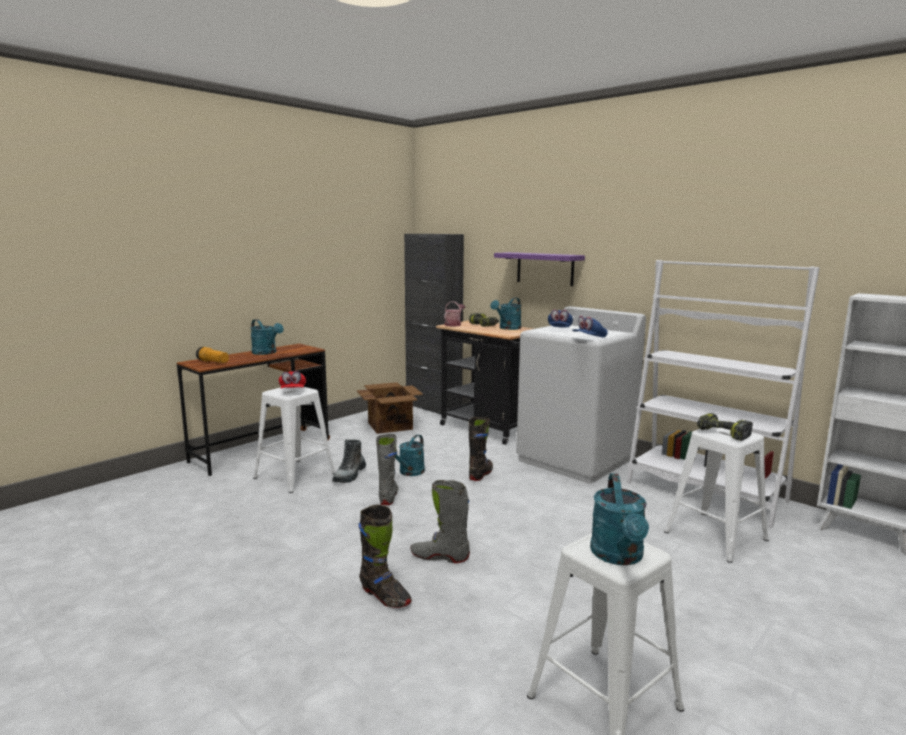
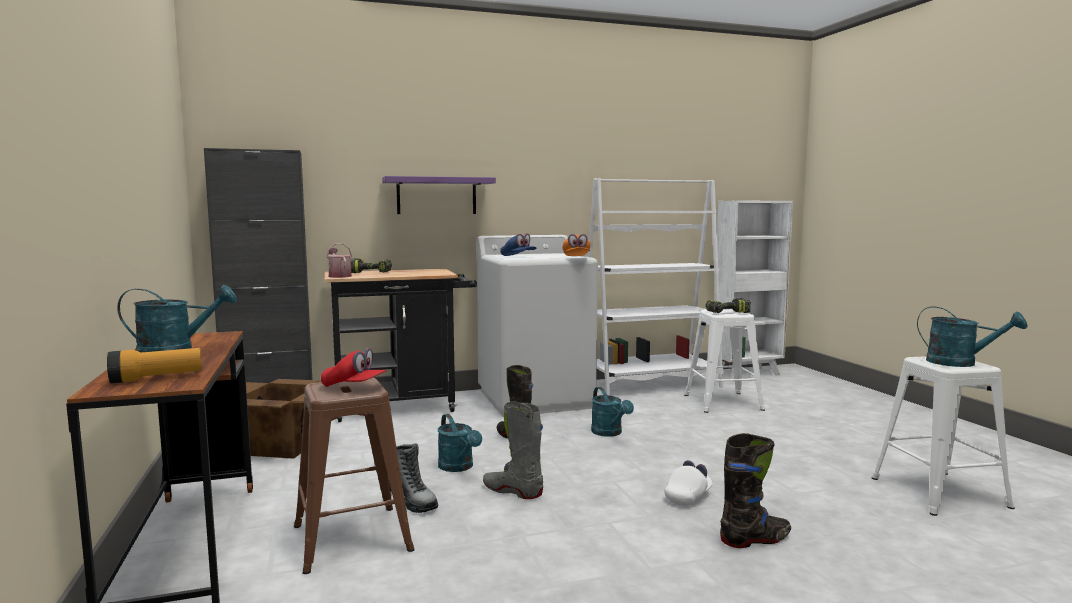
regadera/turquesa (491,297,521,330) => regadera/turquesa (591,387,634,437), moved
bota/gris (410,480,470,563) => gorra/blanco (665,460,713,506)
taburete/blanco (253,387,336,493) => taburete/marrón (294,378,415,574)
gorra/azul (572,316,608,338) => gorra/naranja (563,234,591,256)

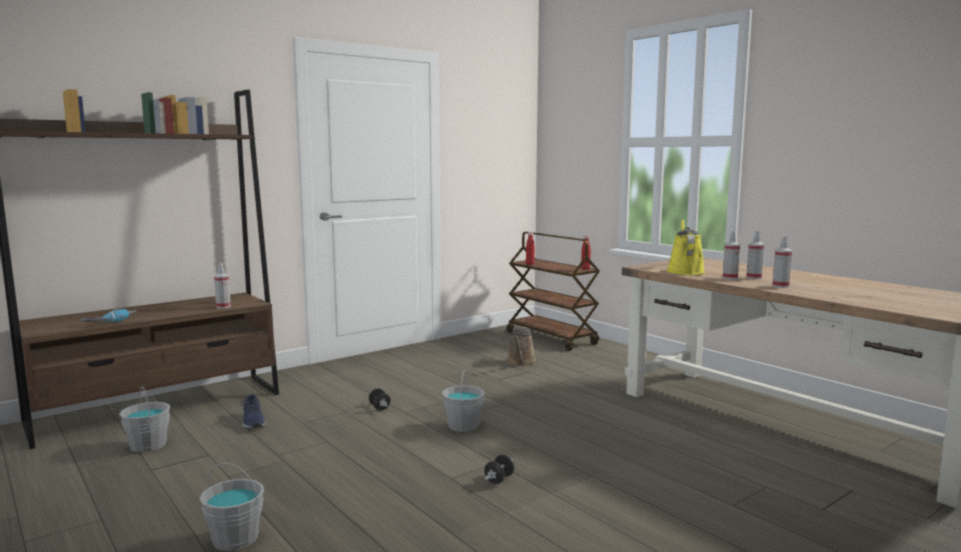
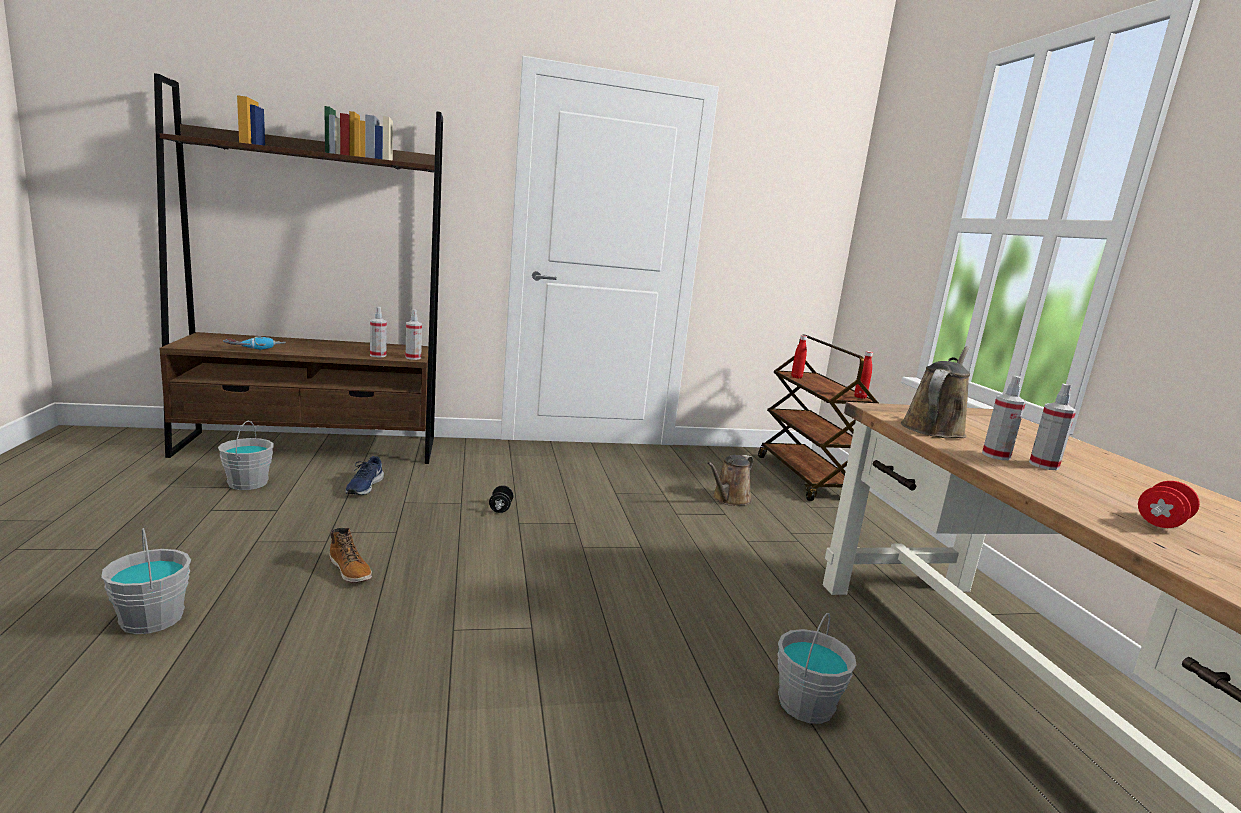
mancuerna/negro (484,455,514,484) => nothing
nothing => bota (329,528,372,583)
nothing => mancuerna/rojo (1138,481,1200,528)
cubo/gris (442,370,485,432) => cubo/gris (777,613,857,724), moved
pulverizador (772,236,792,288) => pulverizador (405,310,422,360), moved
regadera/amarillo (666,220,705,275) => regadera/marrón (901,346,970,439)

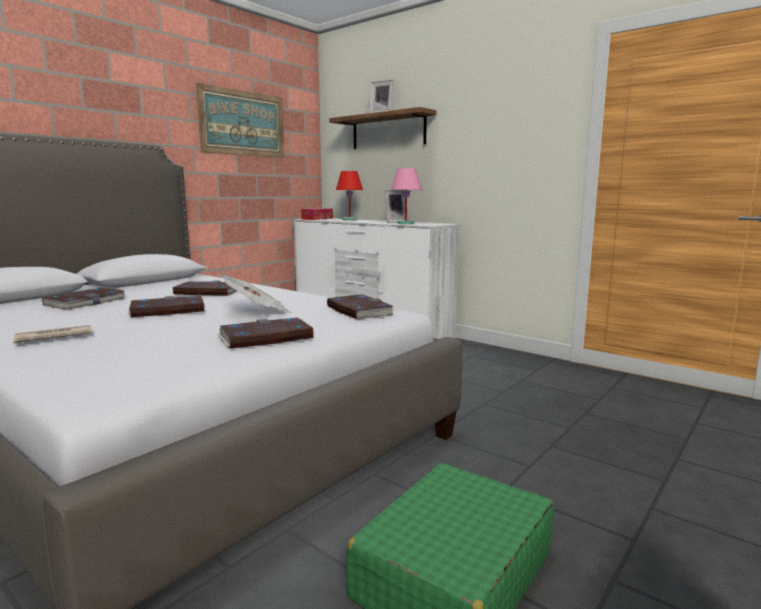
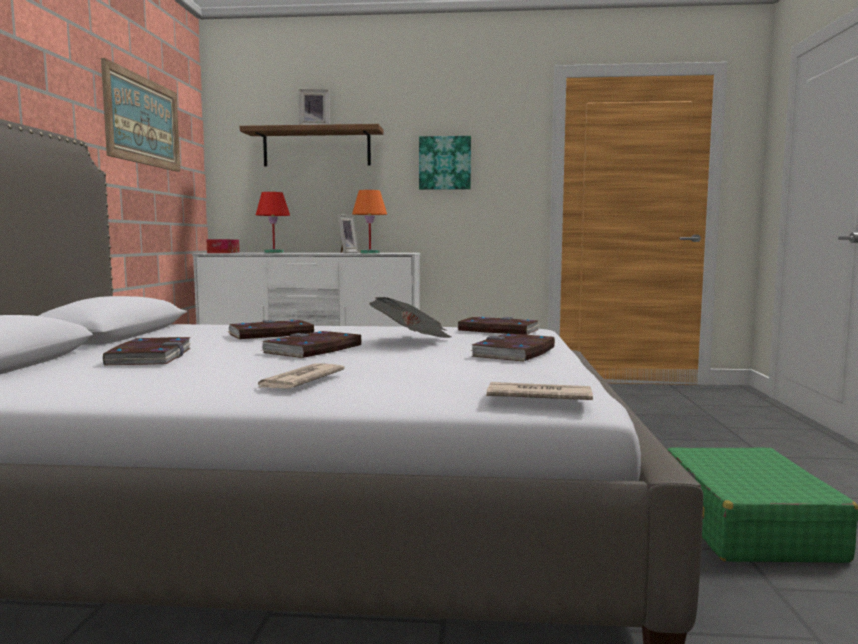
nothing => cuadro (419,136,471,190)
nothing => periódico (486,382,593,400)
lámpara de mesa/rosa (391,168,422,224) => lámpara de mesa/naranja (352,190,387,253)

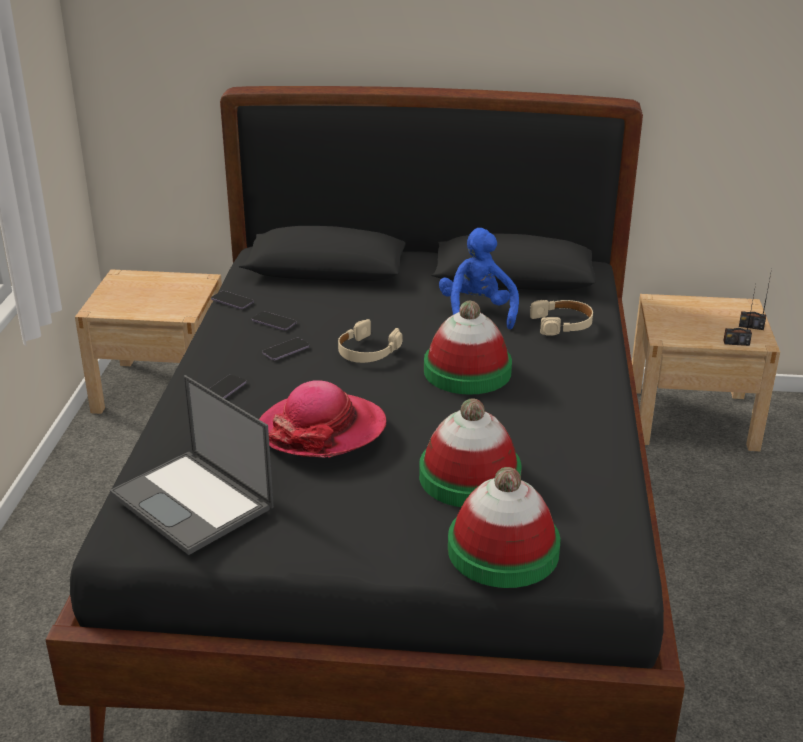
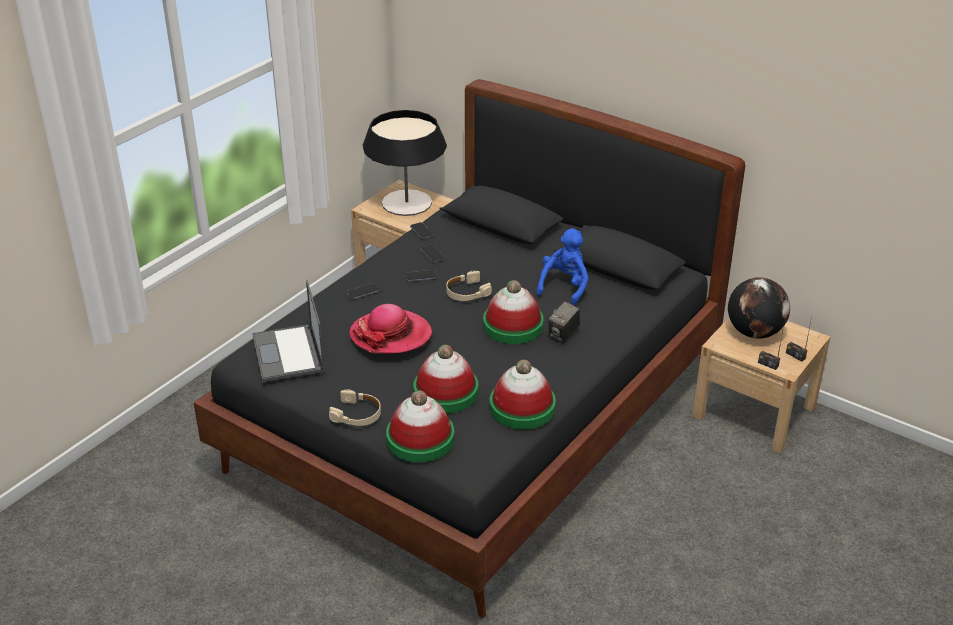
nothing => lámpara de mesa (363,110,447,216)
nothing => sombrero (490,360,556,429)
nothing => cámara (549,301,580,343)
nothing => globo terráqueo (728,277,790,339)
auriculares/beis (530,300,593,336) => auriculares/beis (329,389,381,426), moved

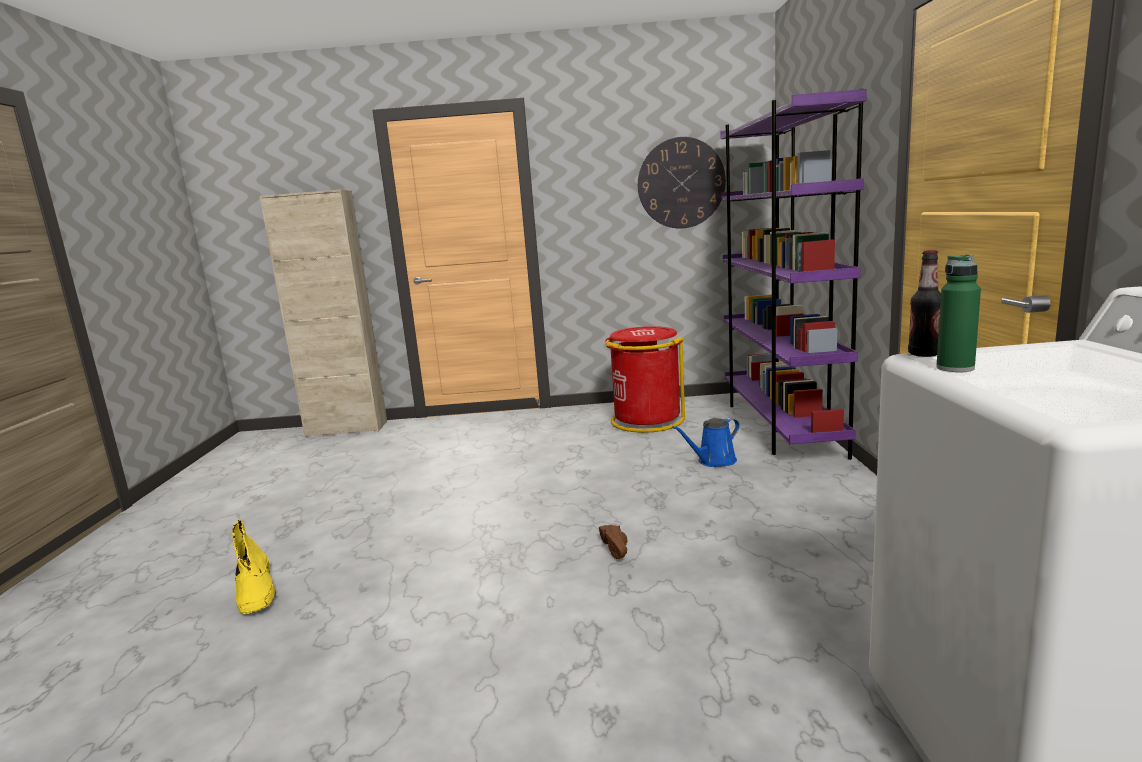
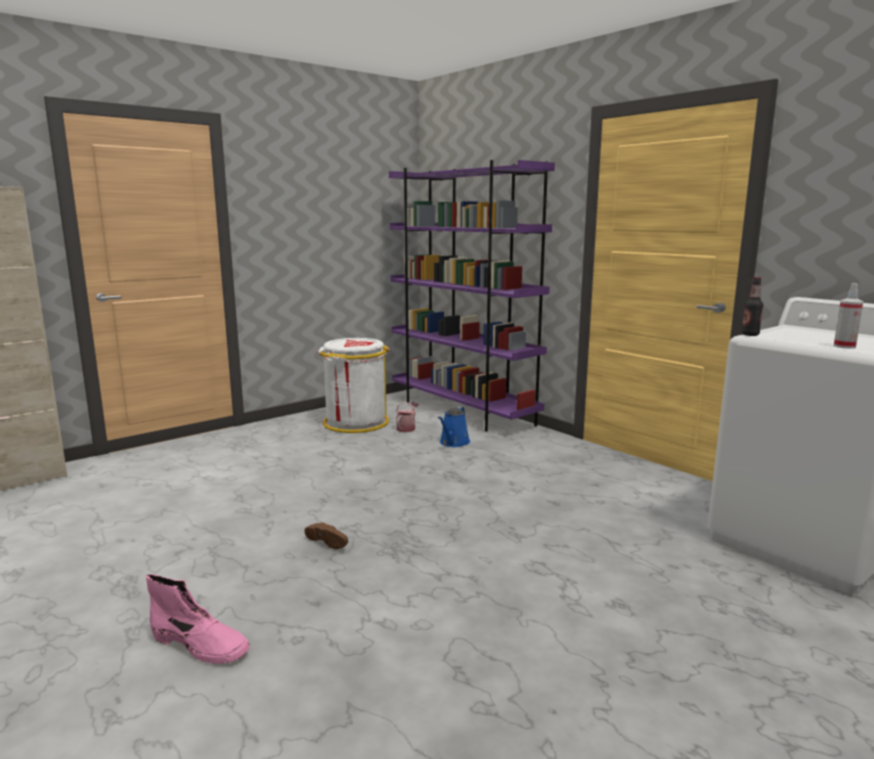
reloj de pared (638,137,726,229) => nothing
botella/verde (936,255,981,372) => nothing
nothing => regadera (396,402,419,432)
nothing => pulverizador (834,283,864,349)
zapato/marrón (599,525,627,559) => zapato/marrón (305,522,348,549), moved
bota/amarillo (232,520,276,614) => bota/rosa (146,574,250,664)
papelera/rojo (605,326,685,433) => papelera/blanco (318,338,389,433)

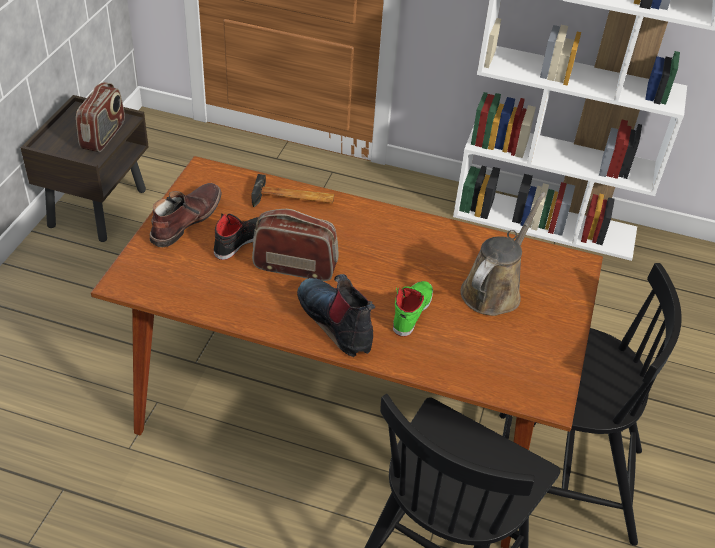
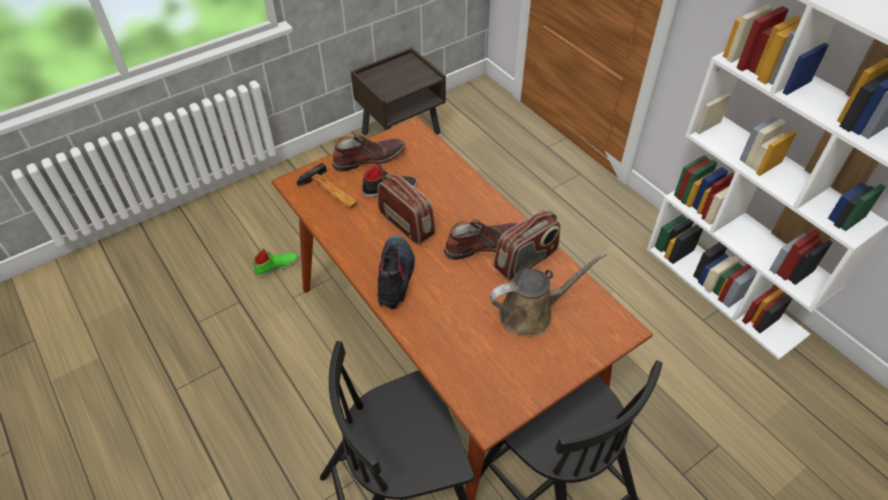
nothing => bota/marrón (444,219,519,260)
radio (76,82,125,152) => radio (494,210,560,281), moved
martillo (251,174,334,207) => martillo (297,163,358,208), moved
zapato/verde (393,281,433,336) => zapato/verde (253,248,298,277), moved

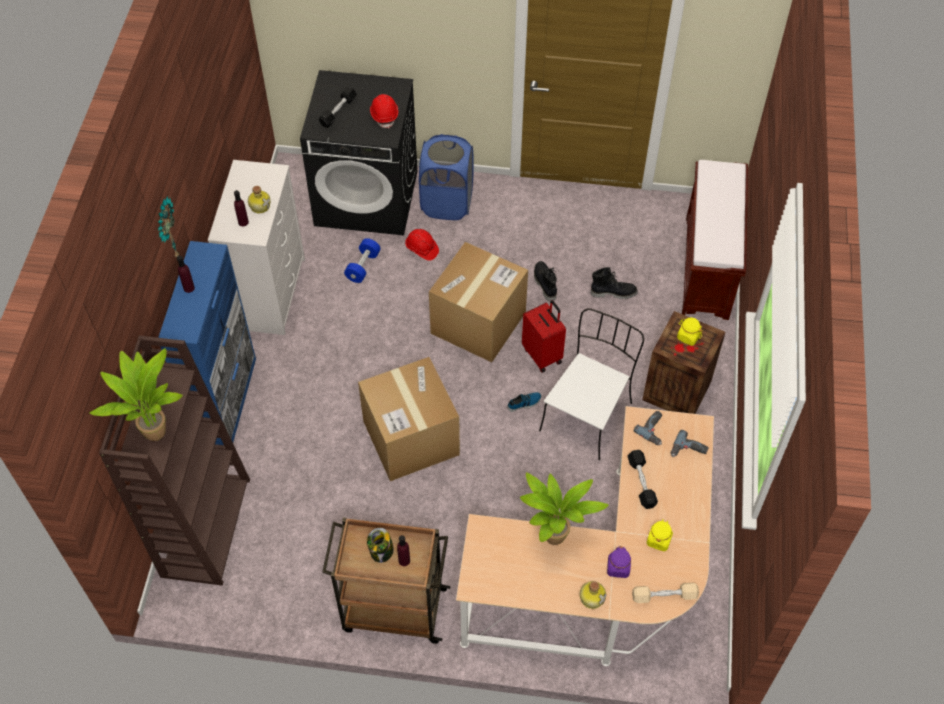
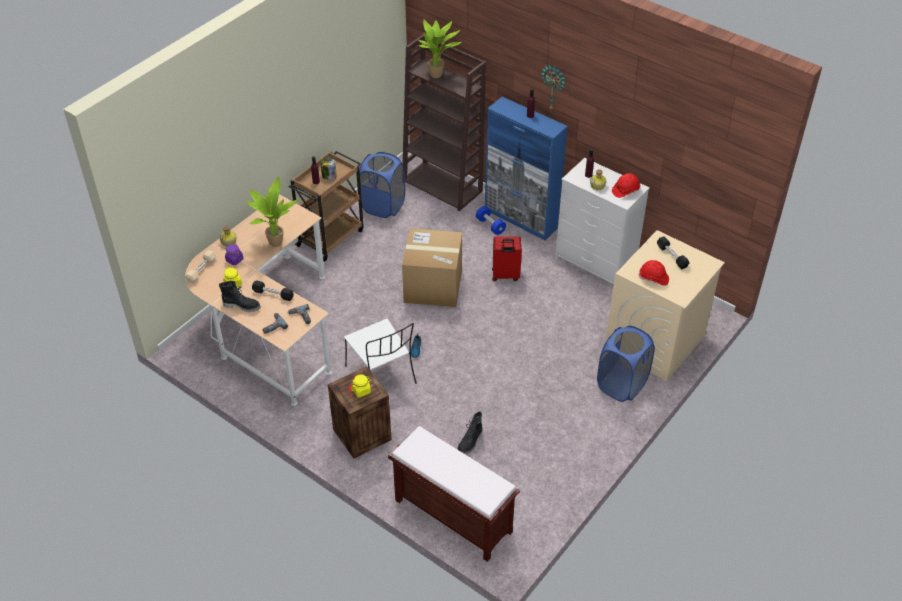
caja de cartón (429,242,528,362) => nothing
nothing => cesto de la ropa/azul (359,152,405,218)
mancuerna/azul (344,238,381,283) => mancuerna/azul (476,206,506,235), moved
casco/rojo (405,229,439,261) => casco/rojo (612,173,640,198), moved
maleta/rojo (522,300,566,373) => maleta/rojo (492,236,522,281), moved
bota/negro (534,261,557,301) => bota/negro (219,281,261,312), moved
lavadora/negro (300,70,417,235) => lavadora/beis (605,230,725,381)

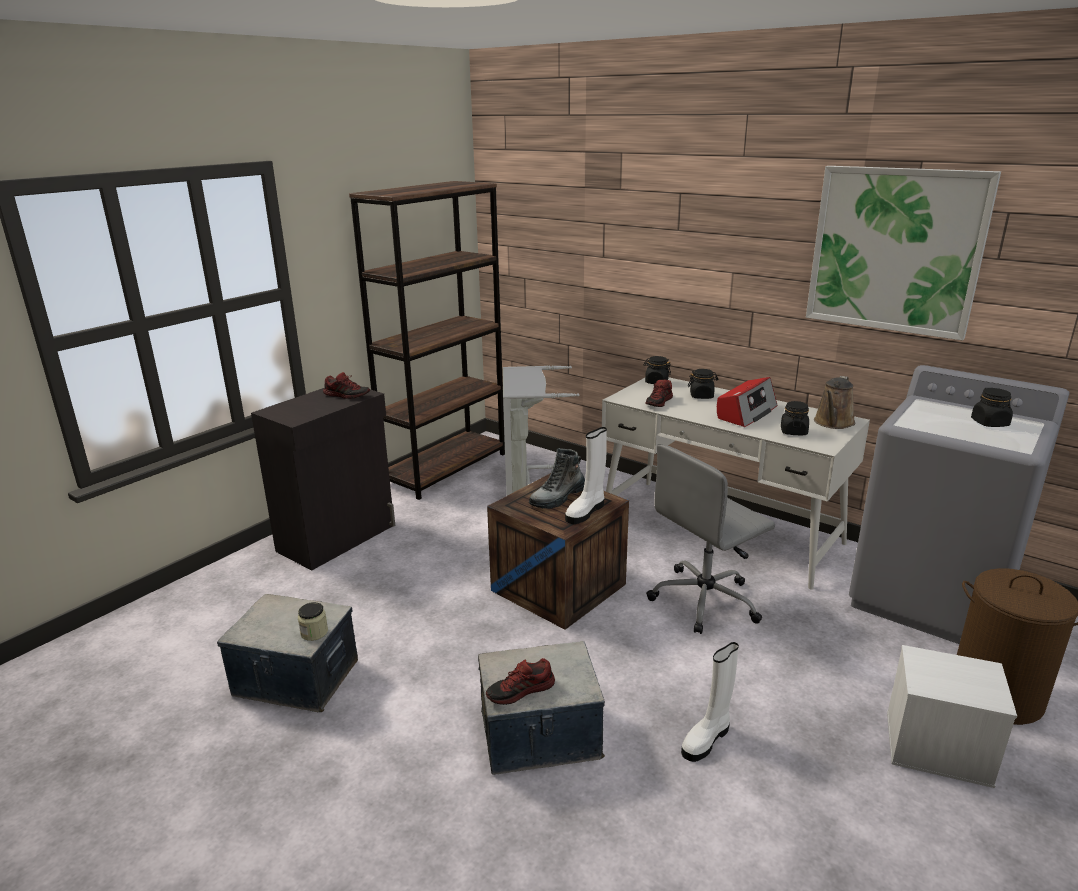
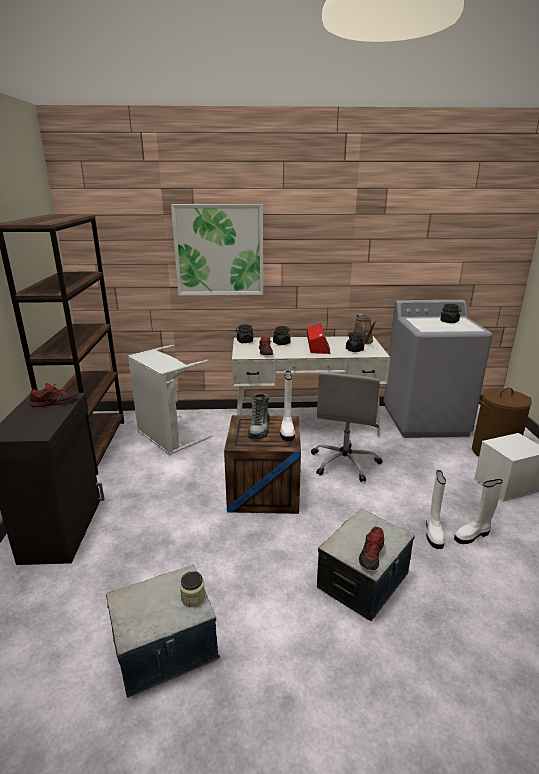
nothing => bota/blanco (454,479,503,544)
cuadro (806,166,1001,341) => cuadro (171,204,263,296), moved

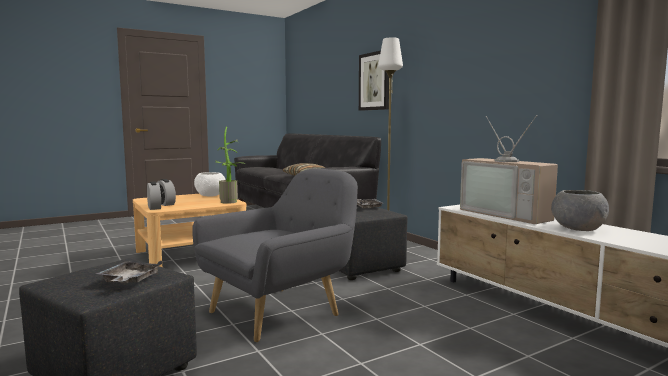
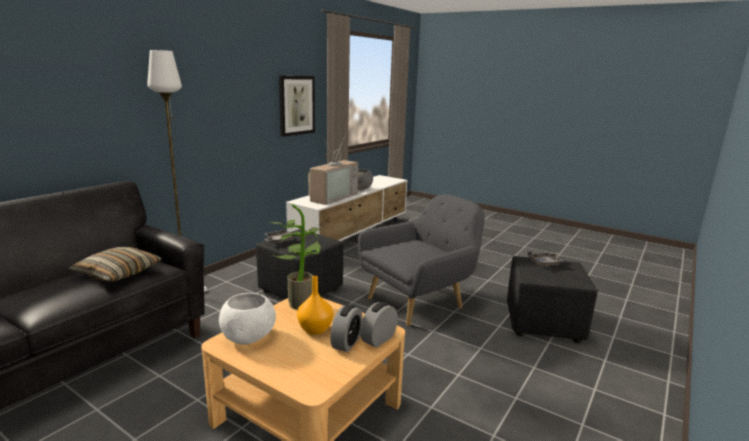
nothing => florero/naranja (297,276,333,335)
cuadro (359,51,389,111) => cuadro (279,76,315,137), moved
sillón/gris (192,168,358,342) => sillón/gris (358,194,485,326), 120 degrees clockwise

